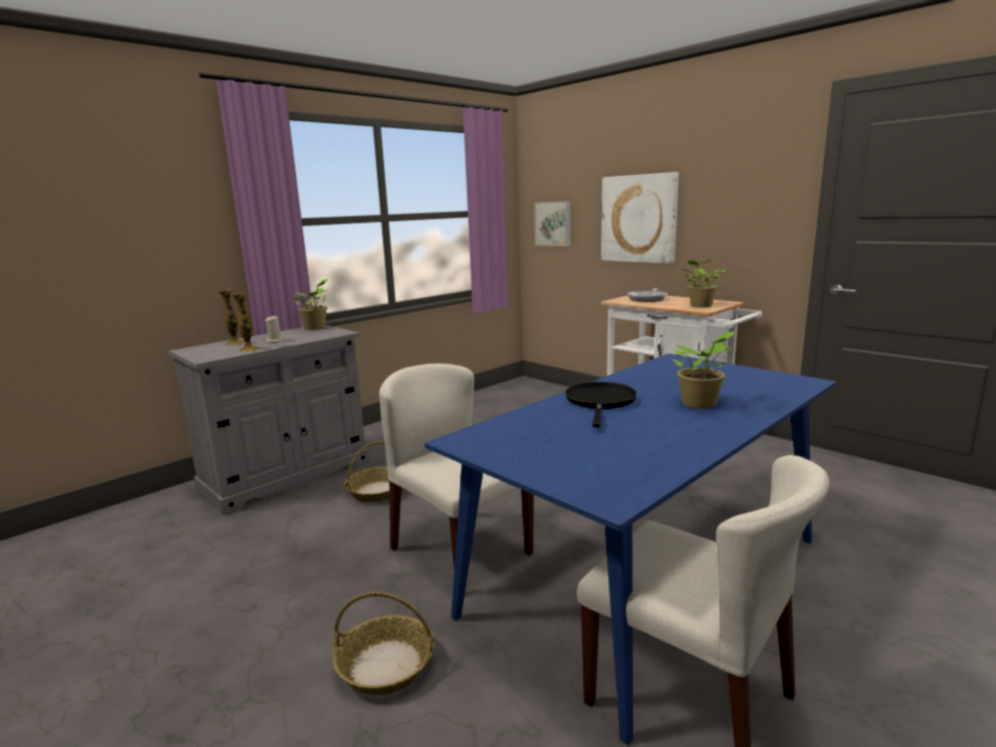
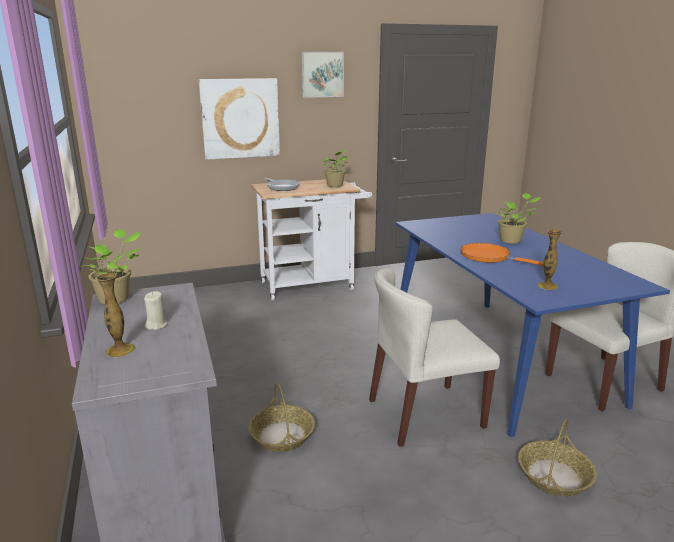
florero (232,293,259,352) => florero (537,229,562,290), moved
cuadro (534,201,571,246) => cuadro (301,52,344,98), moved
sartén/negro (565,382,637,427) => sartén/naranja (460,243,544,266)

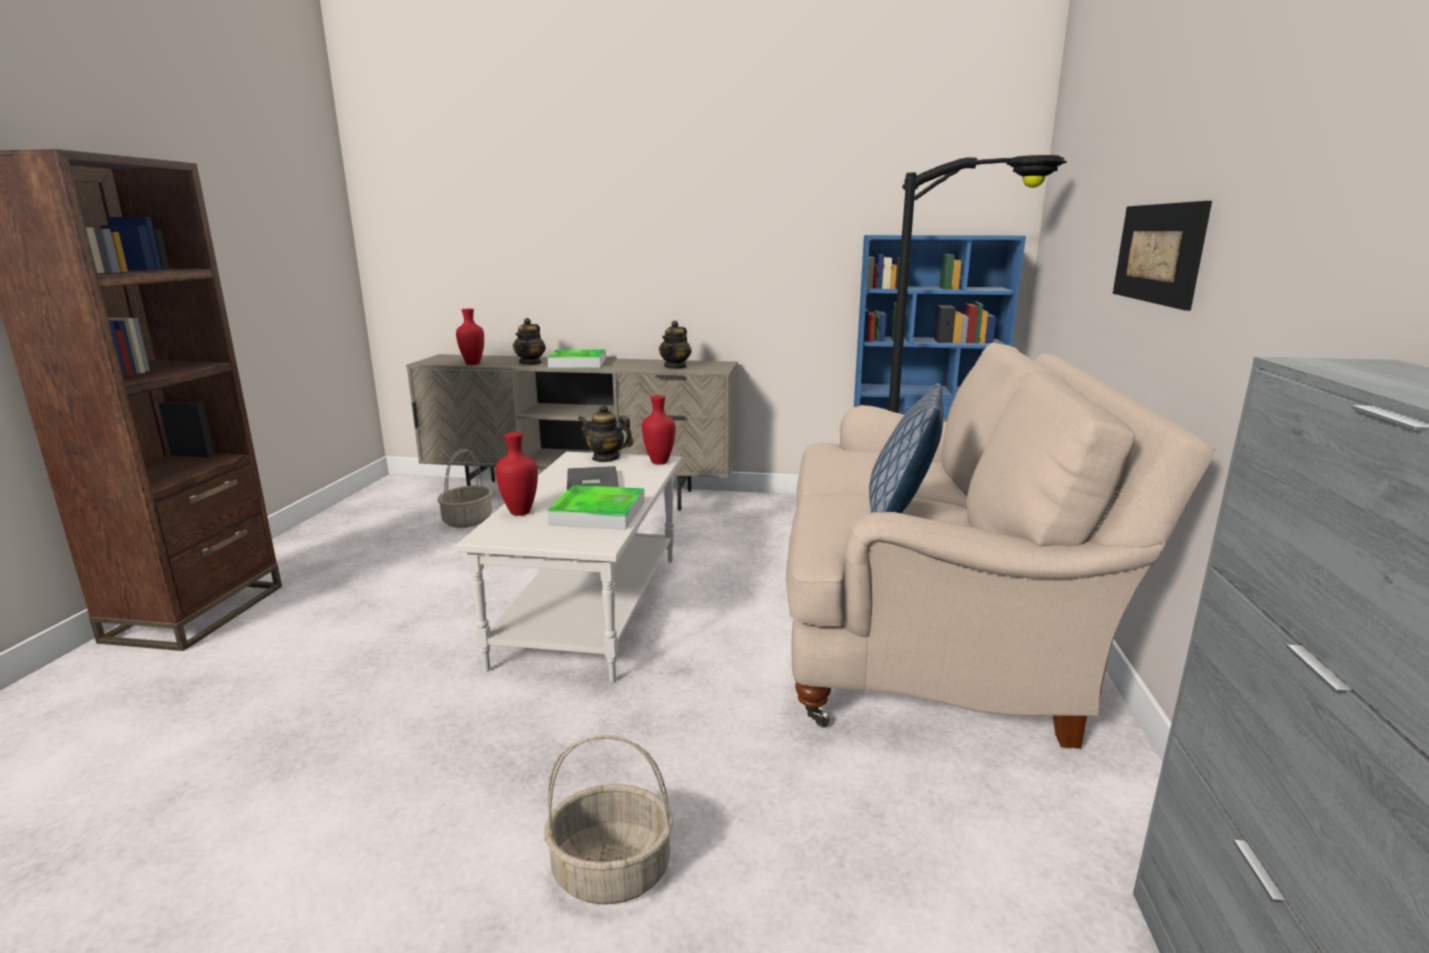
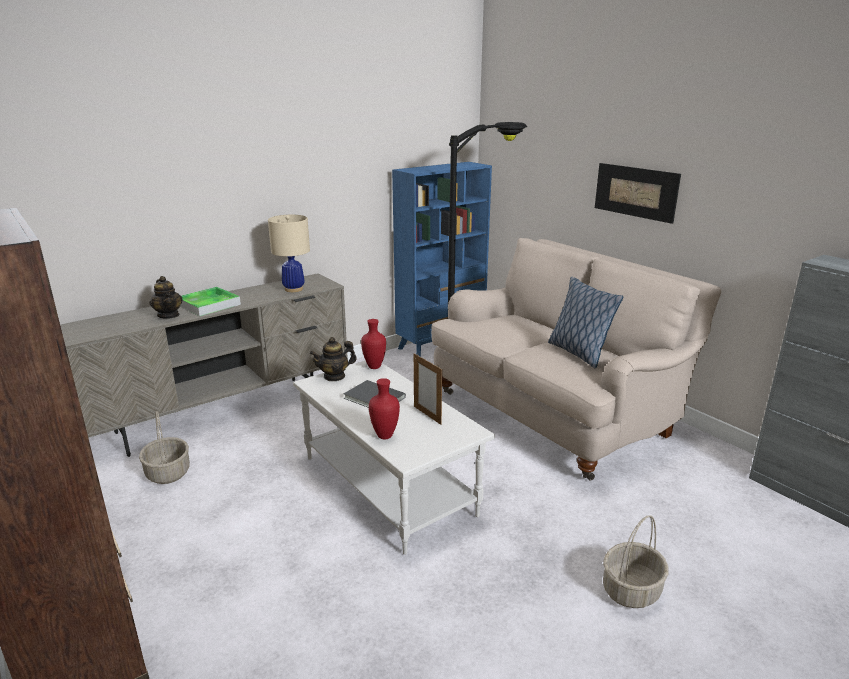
florero/rojo (456,309,484,365) => nothing
bandeja (547,485,645,530) => portarretratos (414,353,442,425)
tetera (659,320,692,369) => lámpara de mesa/beis (268,215,310,292)

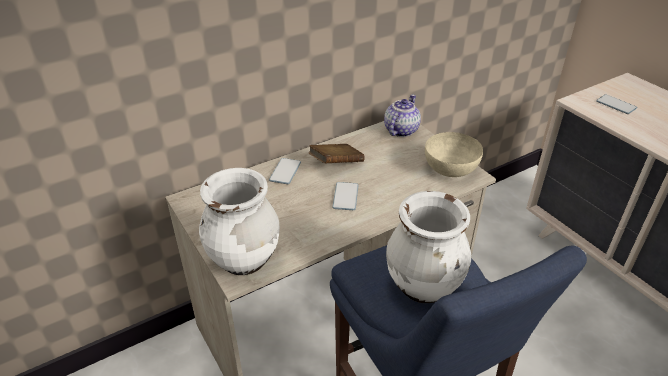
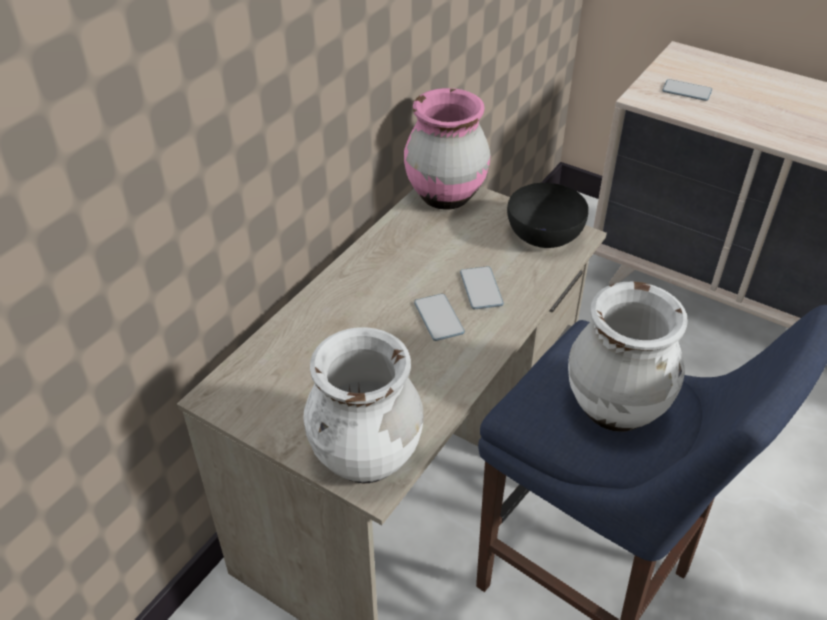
libro/marrón (309,144,365,163) => nothing
móvil (269,158,301,184) => móvil (460,266,504,309), moved
tetera (384,94,421,137) => florero/rosa (404,88,491,210)
cuenco/beis (425,132,483,177) => cuenco/negro (507,183,589,248)

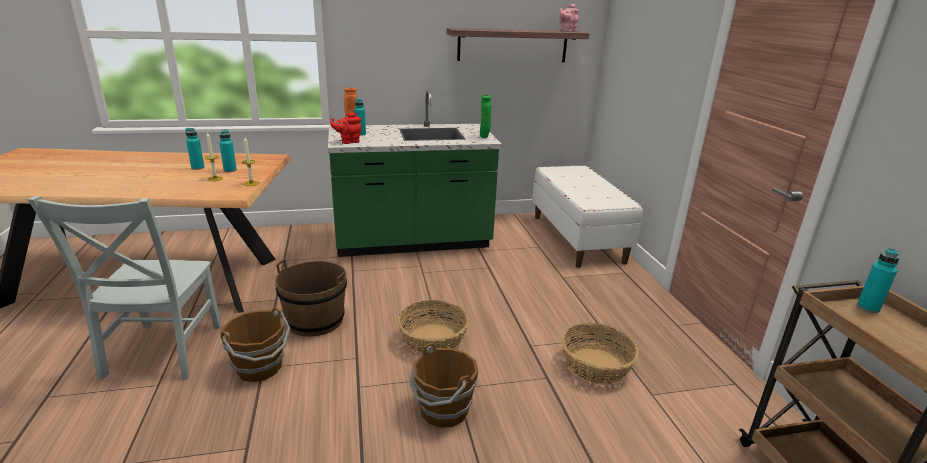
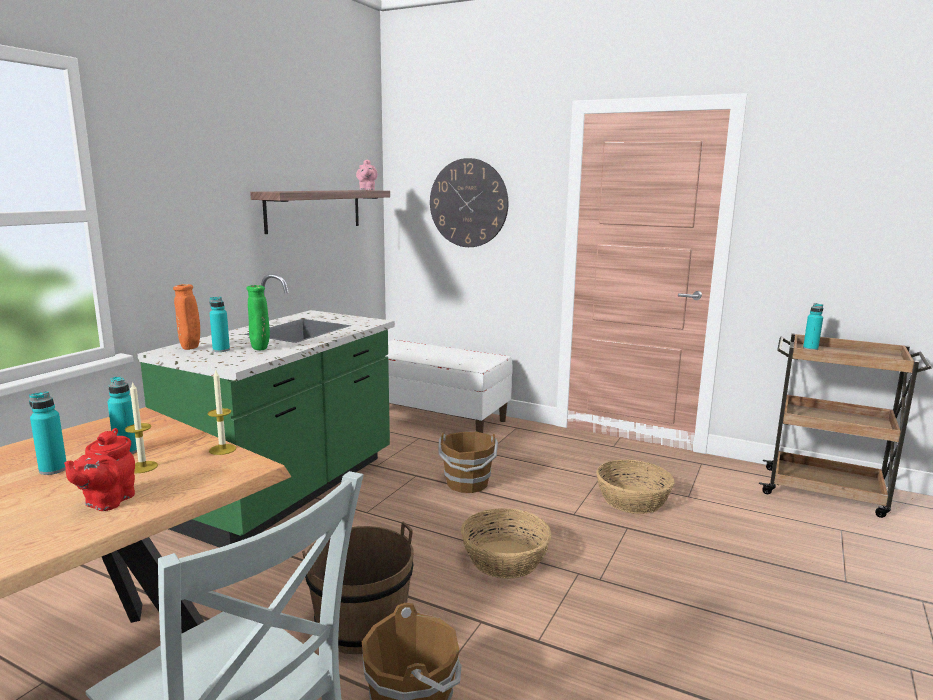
nothing => reloj de pared (430,158,508,247)
tetera/rojo (330,112,362,144) => tetera/rojo (64,428,135,511), moved
cubo/marrón (410,343,479,428) => cubo/marrón (438,431,498,493), moved
florero/verde (480,95,491,138) => florero/verde (246,285,270,350), moved

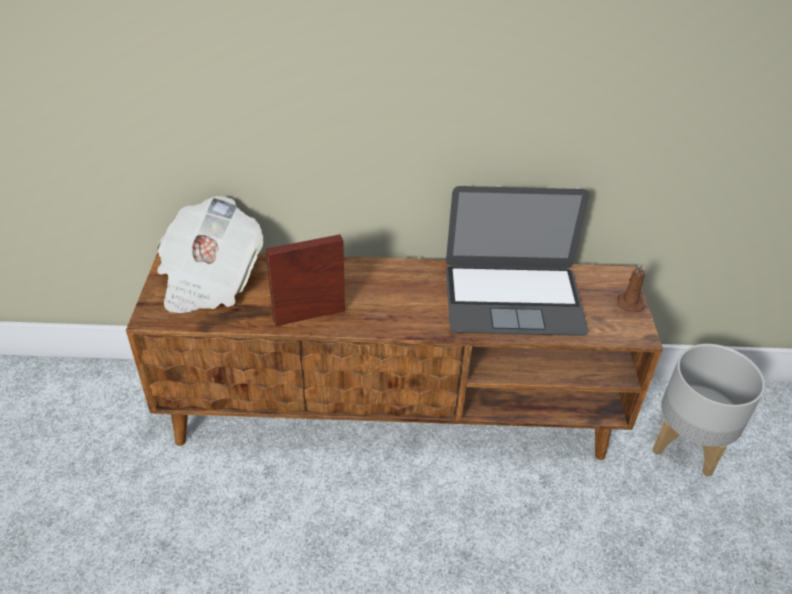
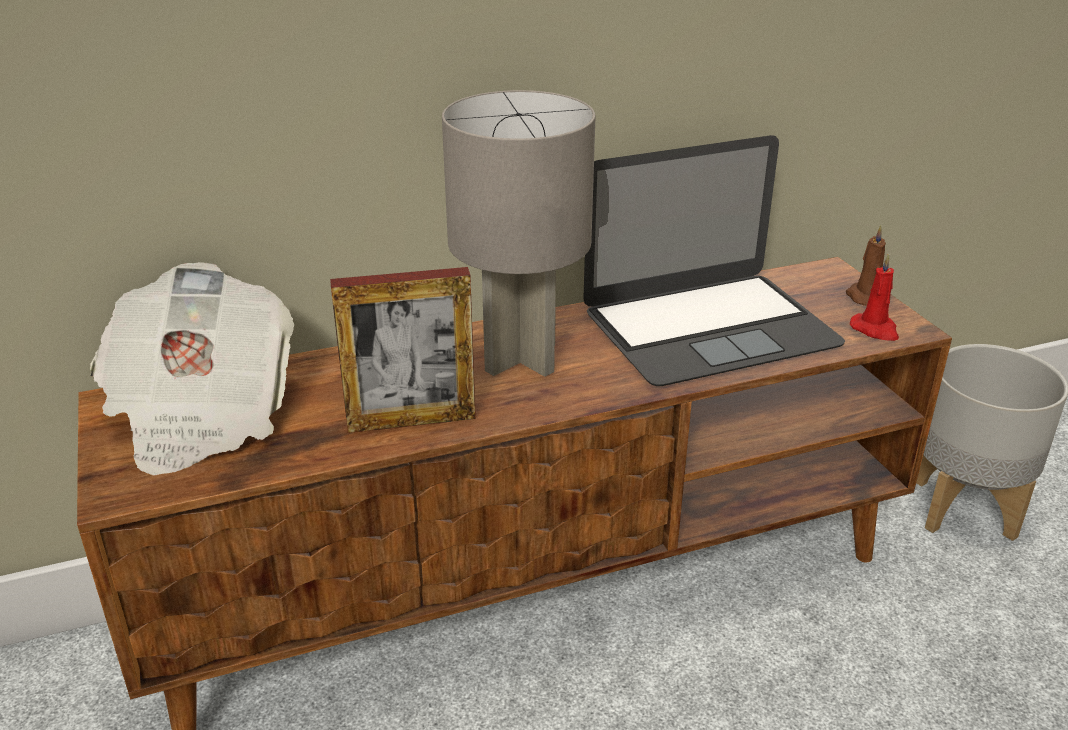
nothing => lámpara de mesa/gris (442,90,596,377)
nothing => vela/rojo (850,254,899,341)
portarretratos (266,234,345,327) => portarretratos (330,267,476,433), 150 degrees counterclockwise

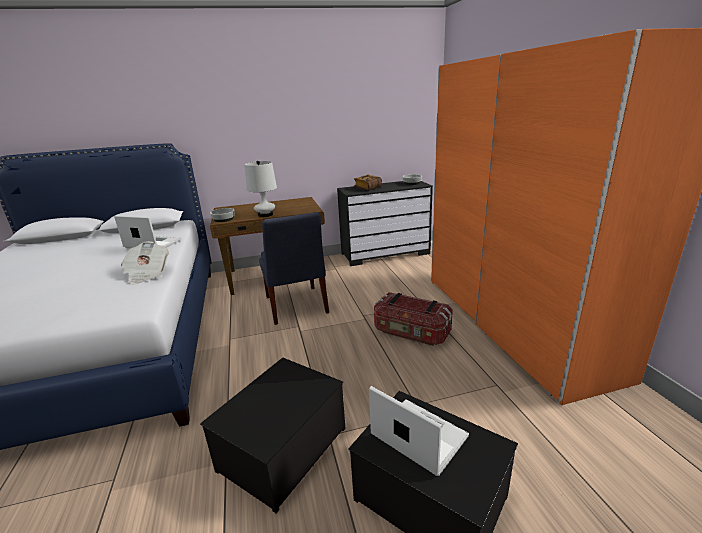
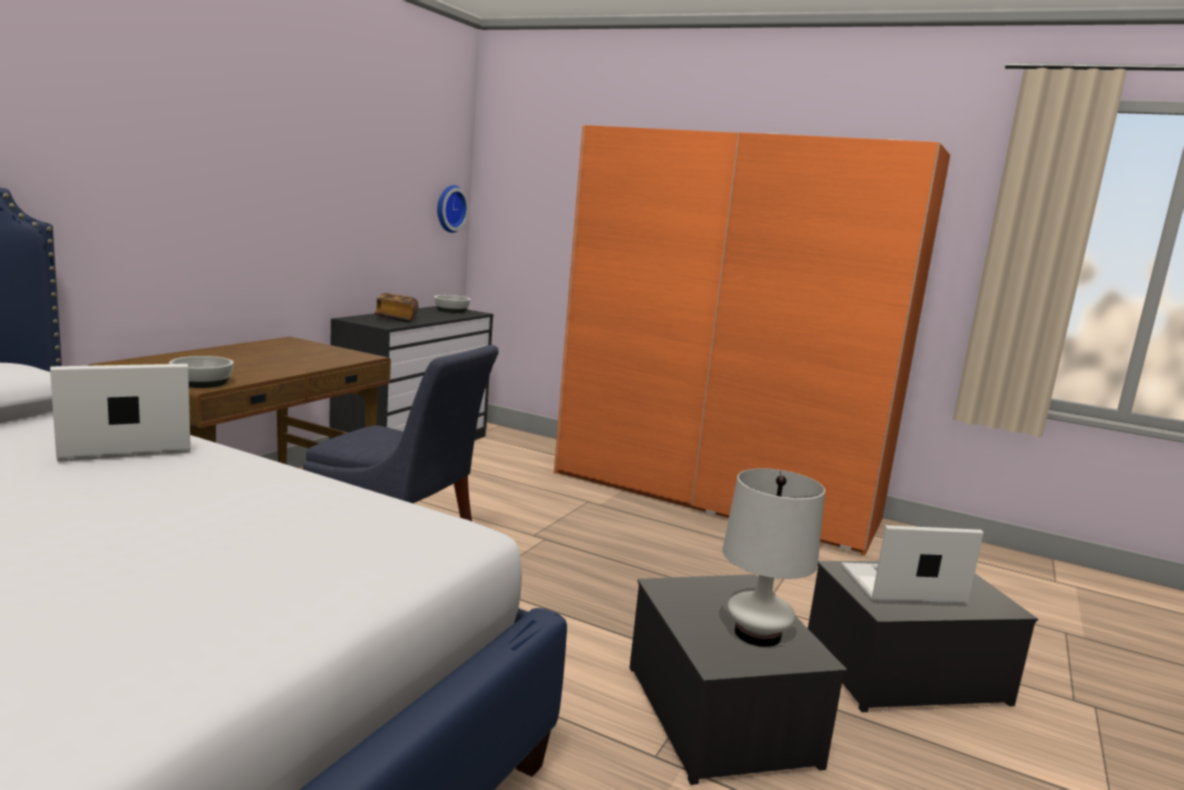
periódico (121,241,169,285) => nothing
caja de almacenaje (374,292,453,346) => nothing
nothing => reloj de pared (437,185,469,233)
lámpara de mesa/blanco (244,161,277,217) => lámpara de mesa/blanco (722,468,825,647), moved

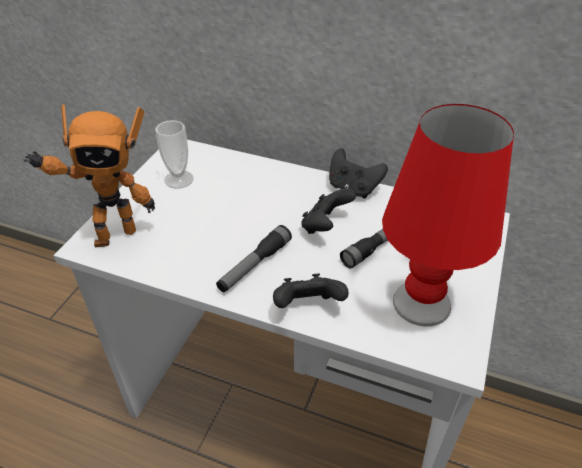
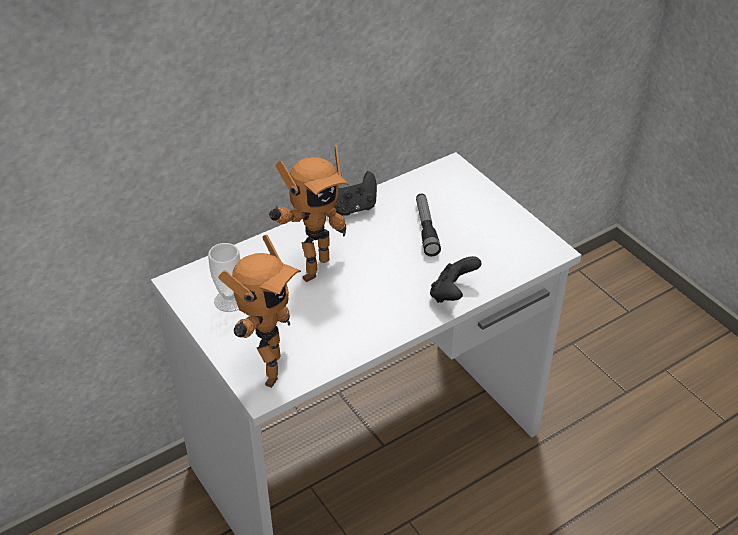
linterna (216,225,292,292) => nothing
mando de consola/negro (301,188,356,234) => nothing
lámpara de mesa/rojo (382,104,514,327) => nothing
nothing => robot de juguete (269,146,348,282)

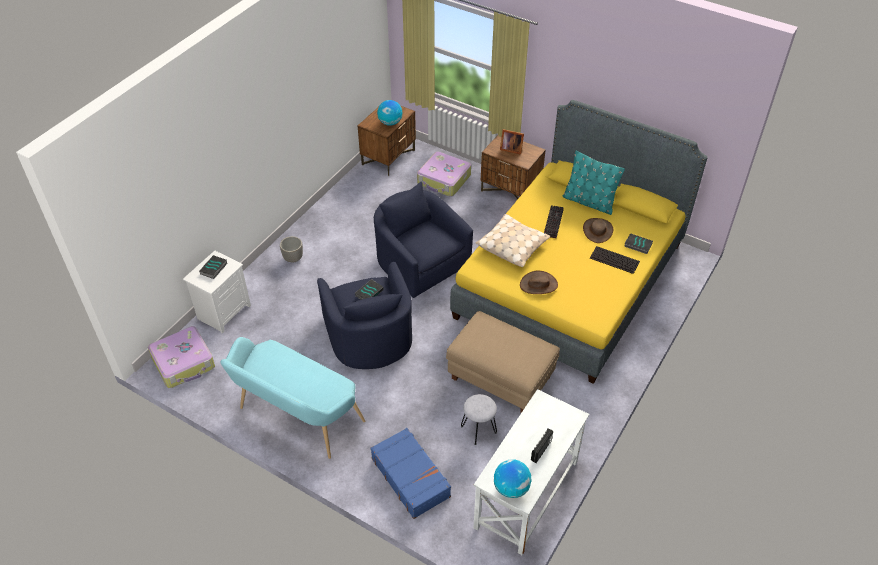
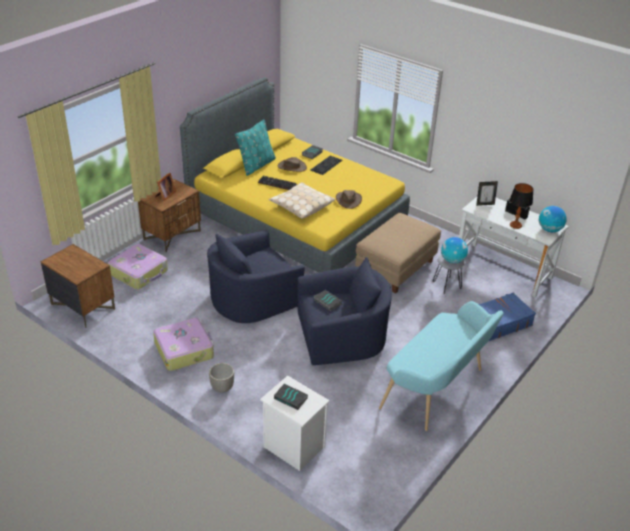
nothing => portarretratos (476,181,498,206)
nothing => lámpara de mesa (510,183,534,229)
maleta (148,326,215,388) => maleta (153,318,214,371), moved
globo terráqueo (377,100,402,126) => globo terráqueo (441,237,468,263), moved

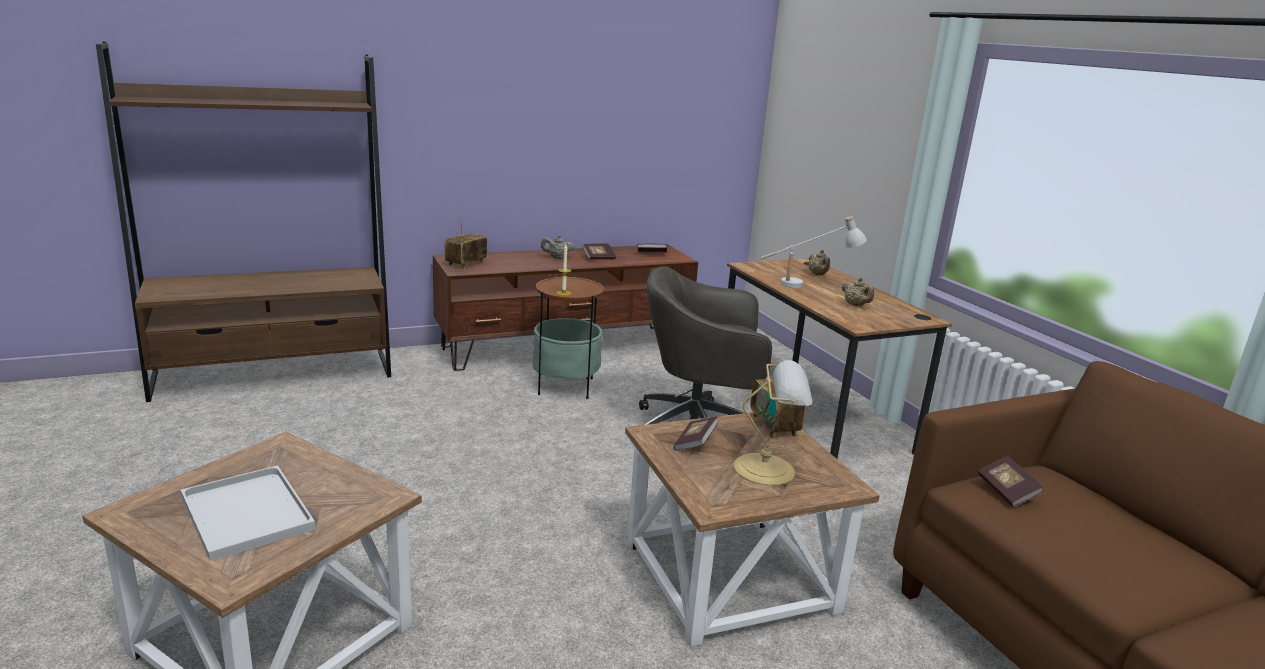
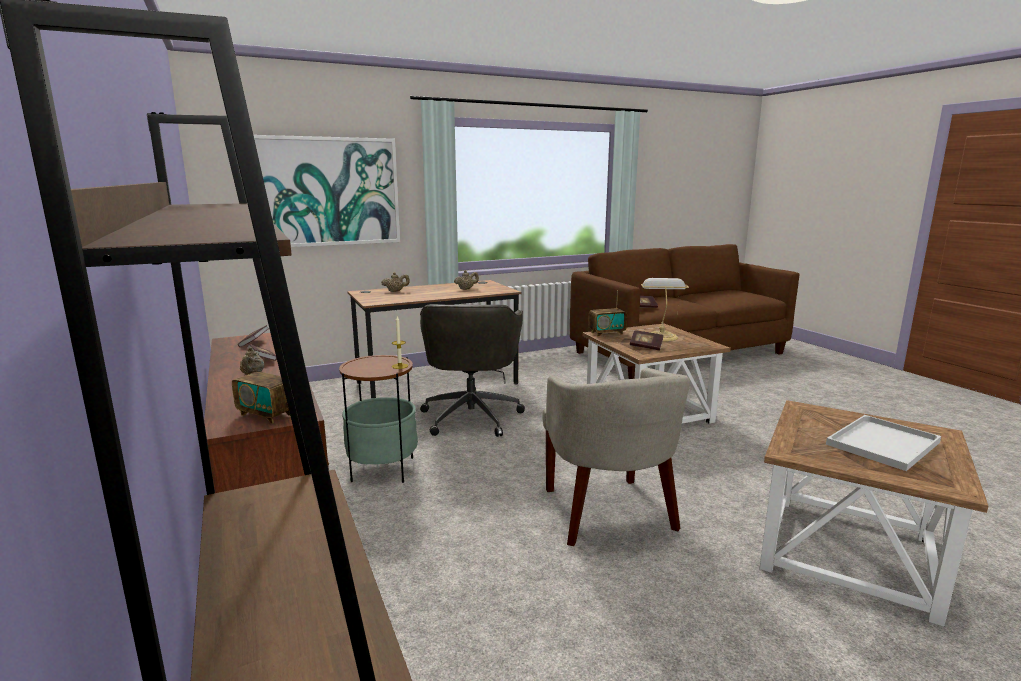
lámpara de mesa/blanco (761,216,867,288) => nothing
nothing => cuadro (254,135,400,247)
nothing => sillón/beis (542,368,690,546)

